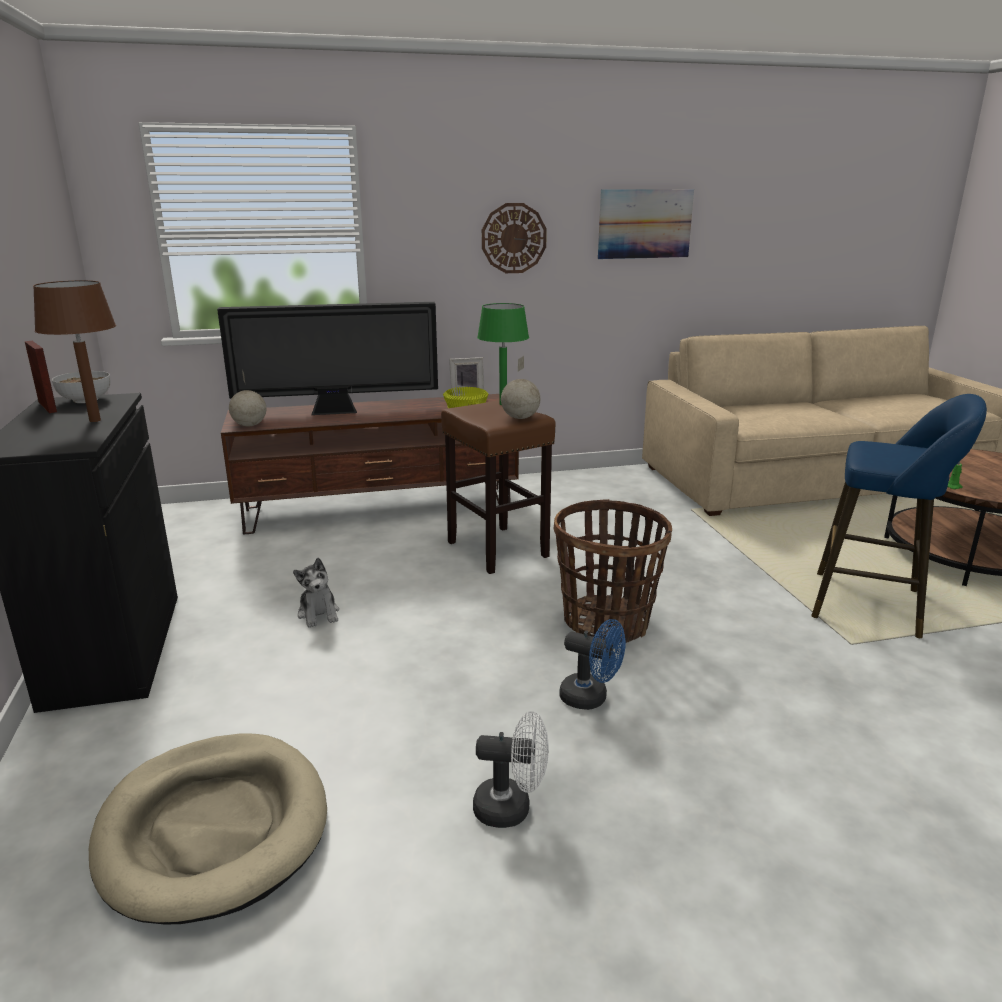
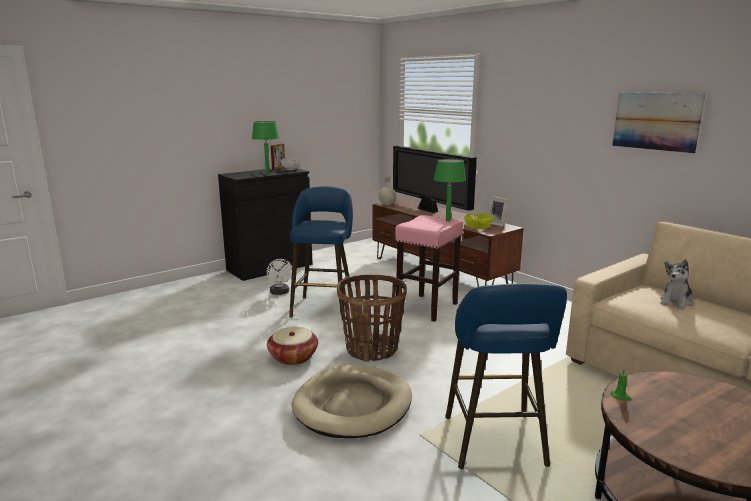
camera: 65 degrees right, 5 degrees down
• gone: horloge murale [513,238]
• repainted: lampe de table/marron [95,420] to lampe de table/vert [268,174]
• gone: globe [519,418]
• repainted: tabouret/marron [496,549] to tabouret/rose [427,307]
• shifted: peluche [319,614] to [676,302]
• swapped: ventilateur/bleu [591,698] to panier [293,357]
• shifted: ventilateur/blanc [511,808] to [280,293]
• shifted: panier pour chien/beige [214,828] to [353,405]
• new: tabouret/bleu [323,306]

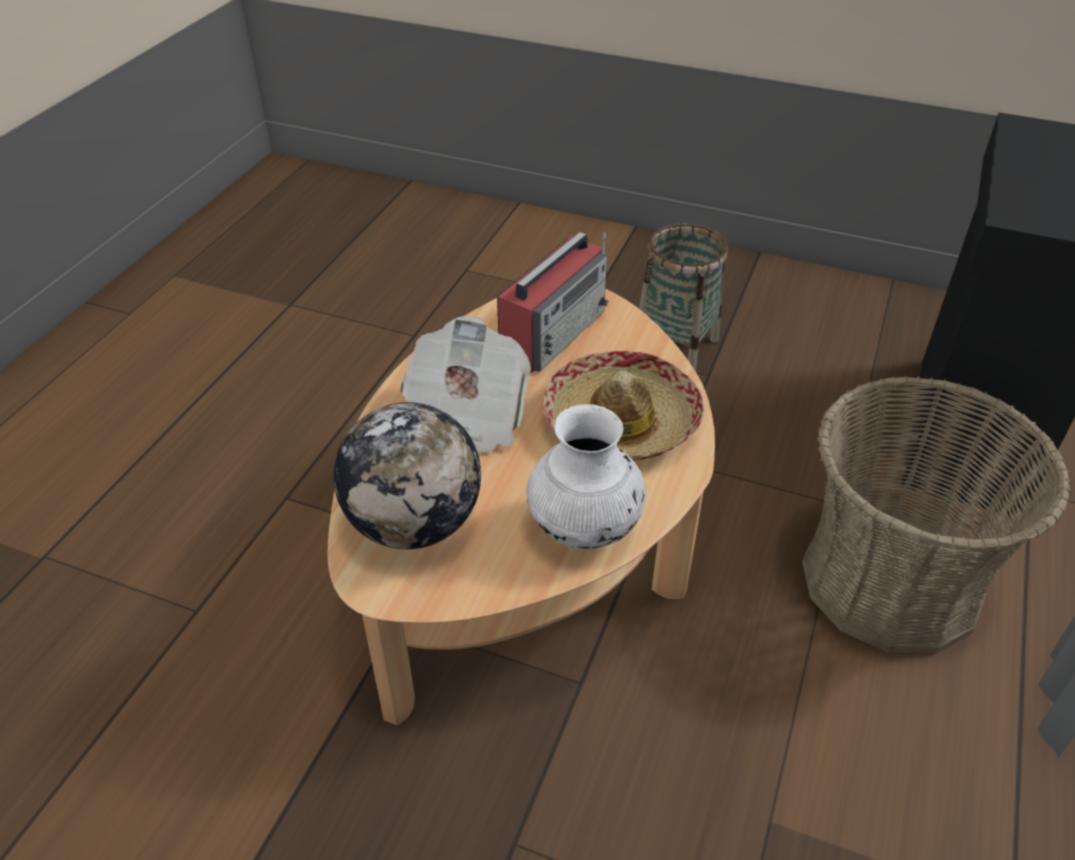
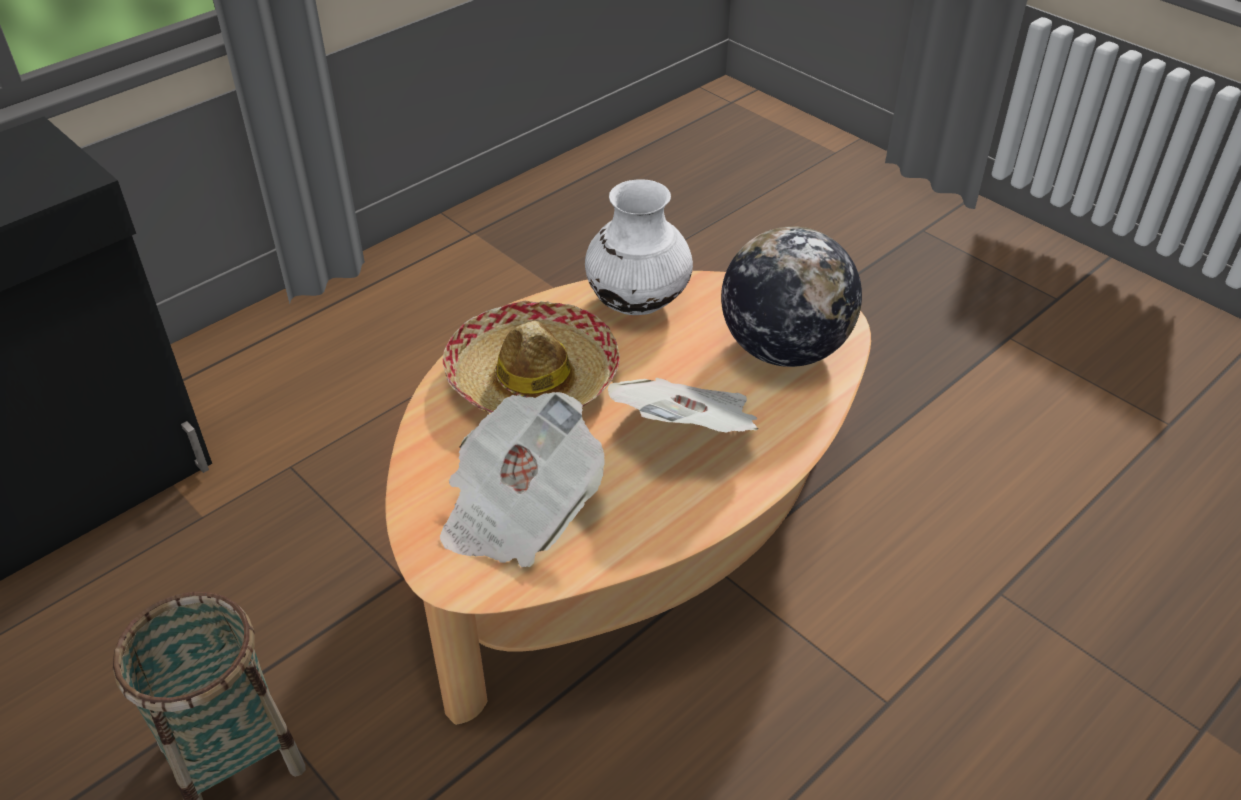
camera: 155 degrees left, 0 degrees up
• swapped: radio [554,333] to journal [519,510]
• gone: panier [891,581]

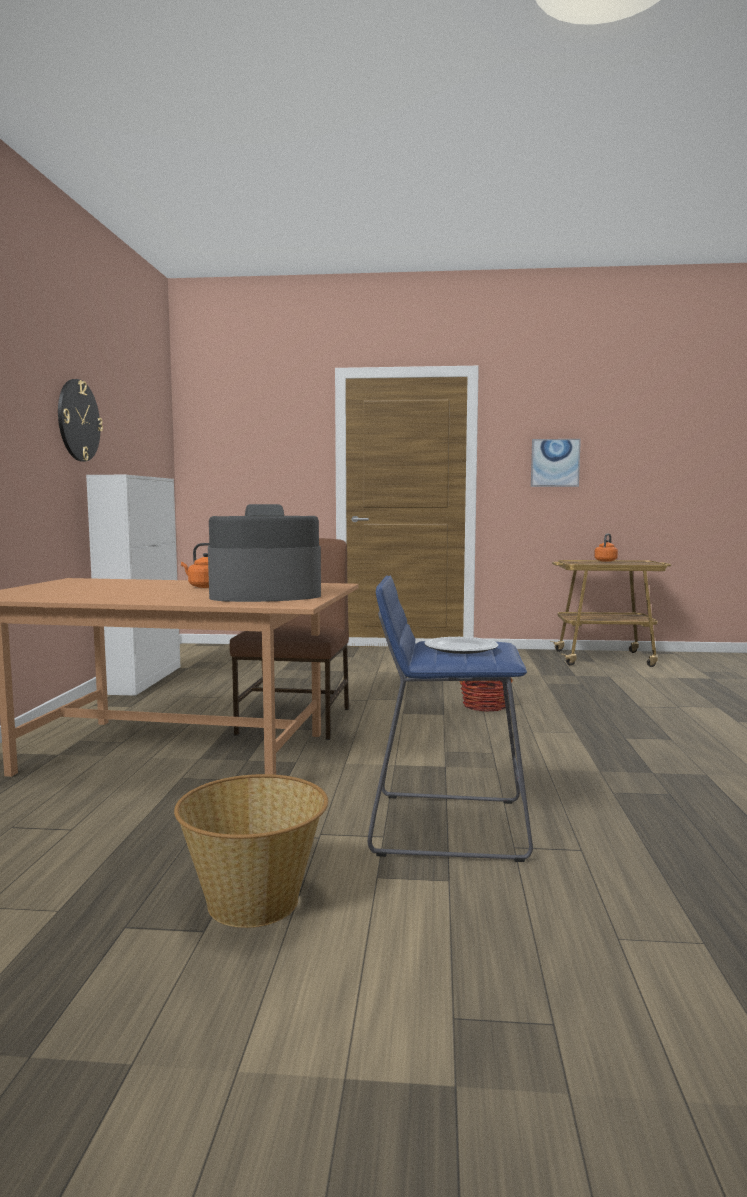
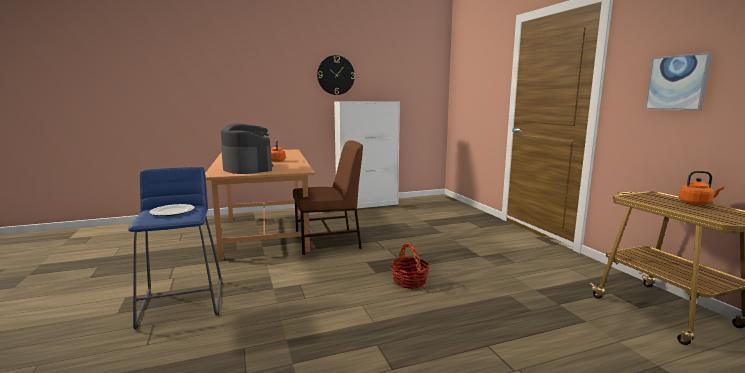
camera: 65 degrees right, 5 degrees up
• gone: panier [254,902]

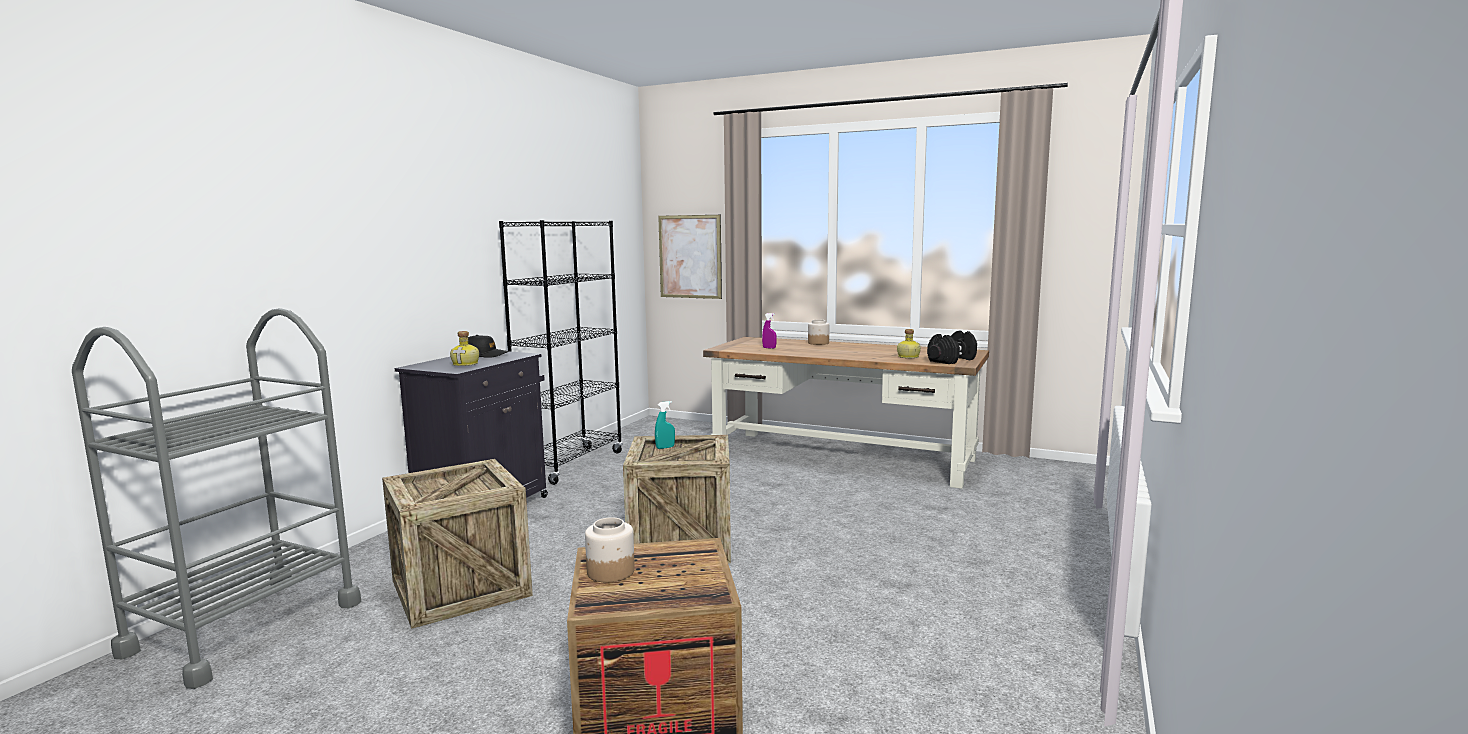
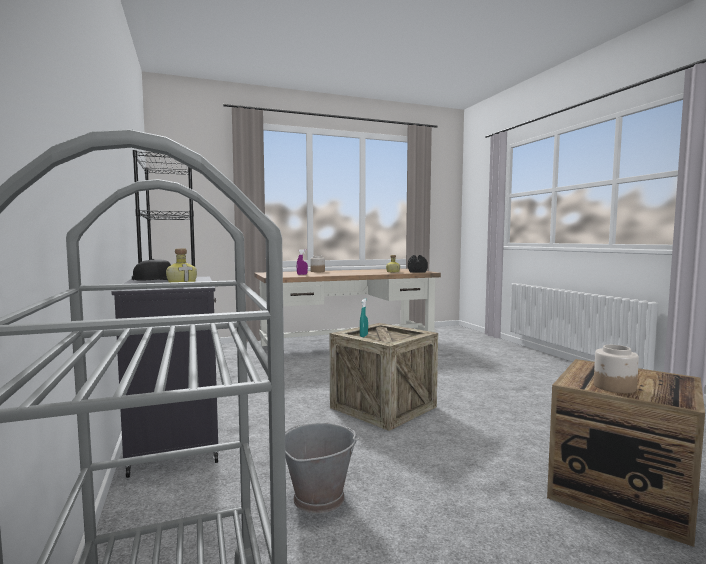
camera: 45 degrees left, 5 degrees down
• gone: tableau [690,256]
• swapped: caisse [461,588] to seau/gris [318,498]

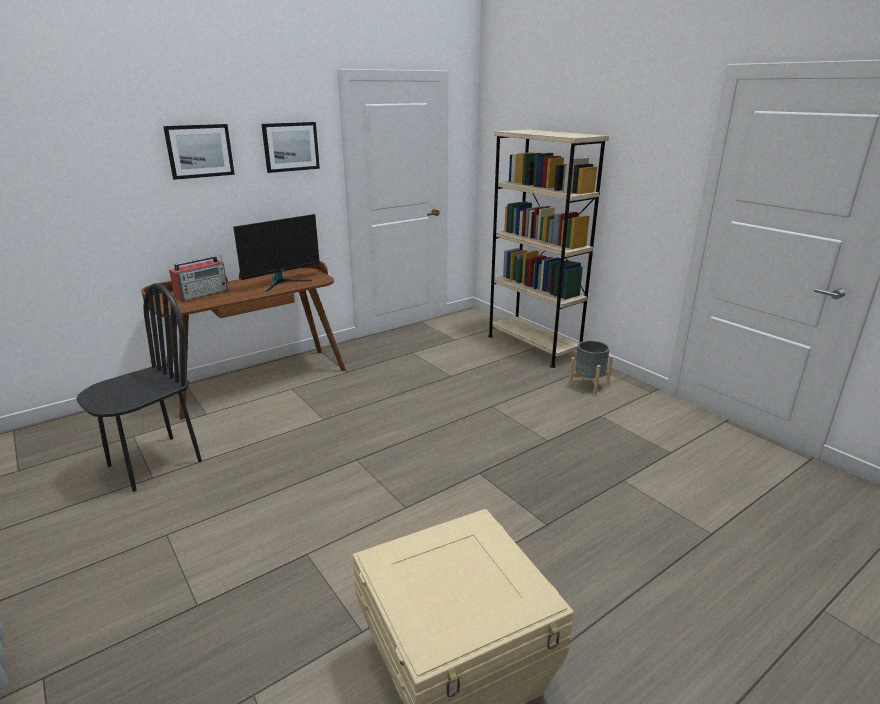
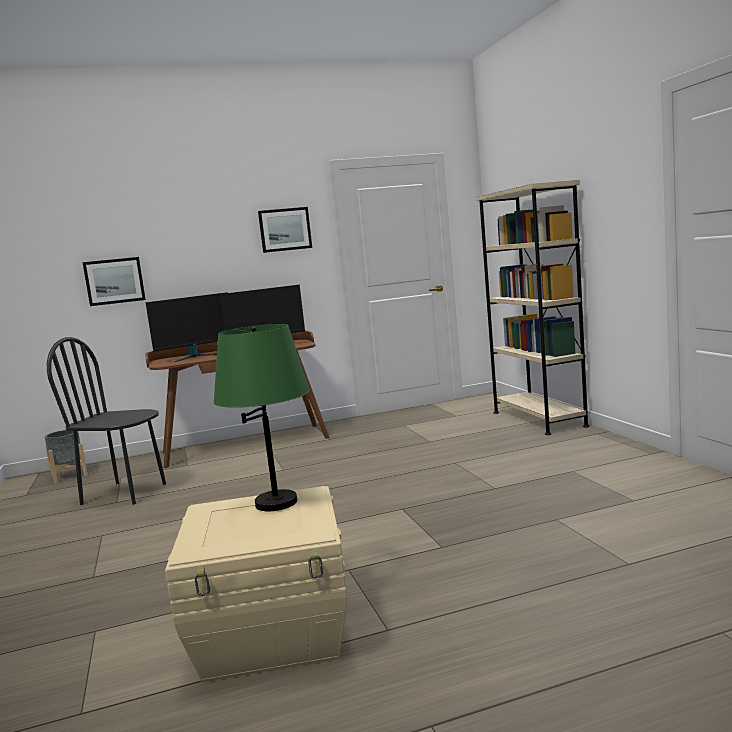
camera: 20 degrees right, 15 degrees down
• shifted: tableau [199,151] to [114,281]
• swapped: radio [203,293] to écran d'ordinateur [196,356]
• rotated: chaise/noir [155,463] = [124,493] 135 degrees counterclockwise
• shifted: cache-pot/gris [588,386] to [69,476]
• new: lampe de table/vert [276,503]

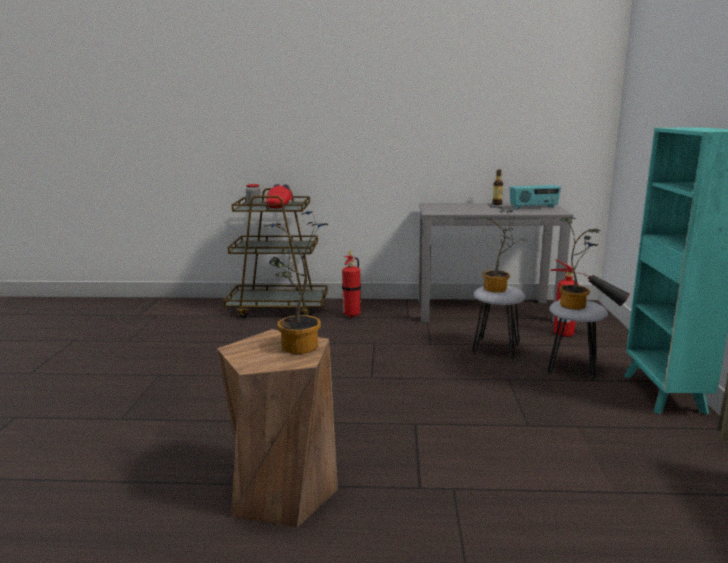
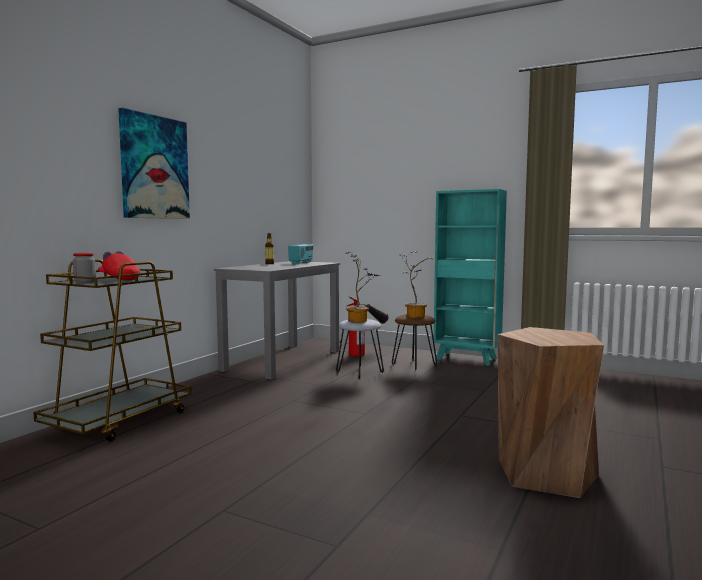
camera: 65 degrees left, 10 degrees down
• gone: plante en pot [297,349]
• gone: extincteur [353,315]
• repainted: tabouret/gris [572,368] to tabouret/marron [414,365]
• new: tableau [154,167]

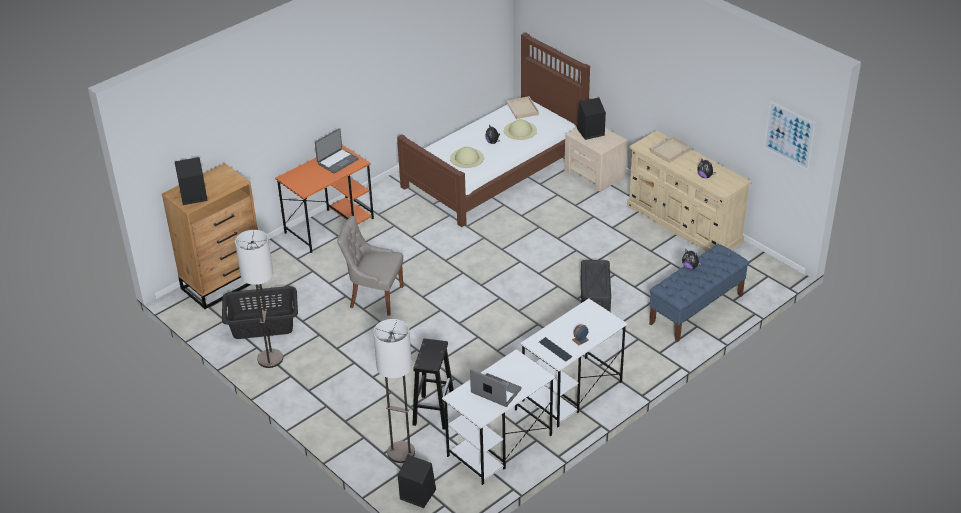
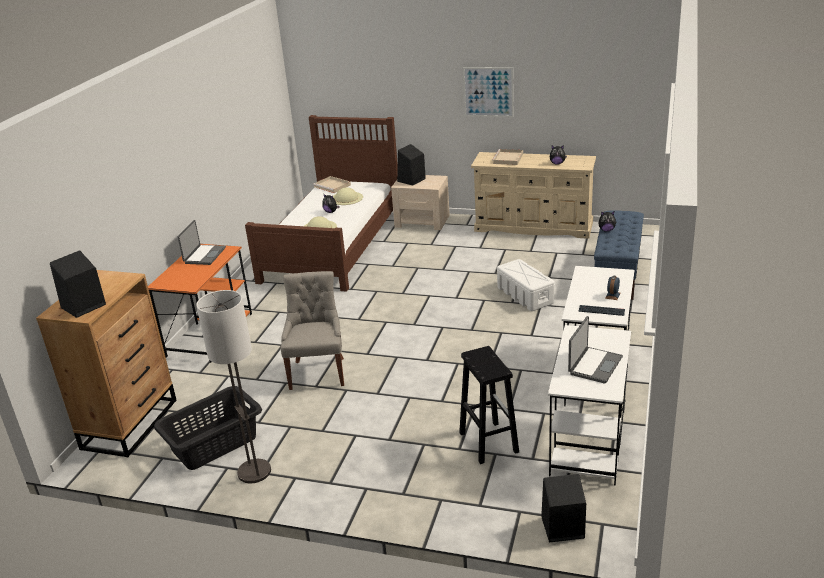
camera: 30 degrees left, 10 degrees down
• shifted: tableau [789,135] to [488,92]
• rotated: chaise/gris [374,297] = [318,372] 105 degrees clockwise
• repainted: boîte de rangement/noir [595,296] to boîte de rangement/blanc [525,295]
• gone: lampadaire [401,452]
• rotated: ordinateur portable [495,392] = [594,365] 120 degrees clockwise

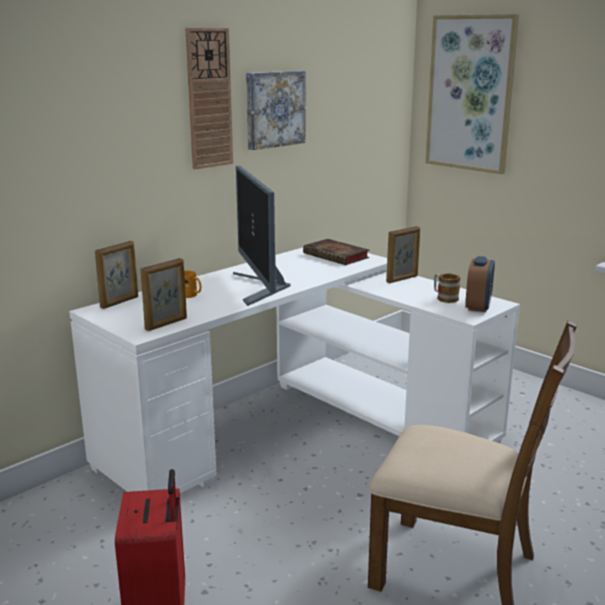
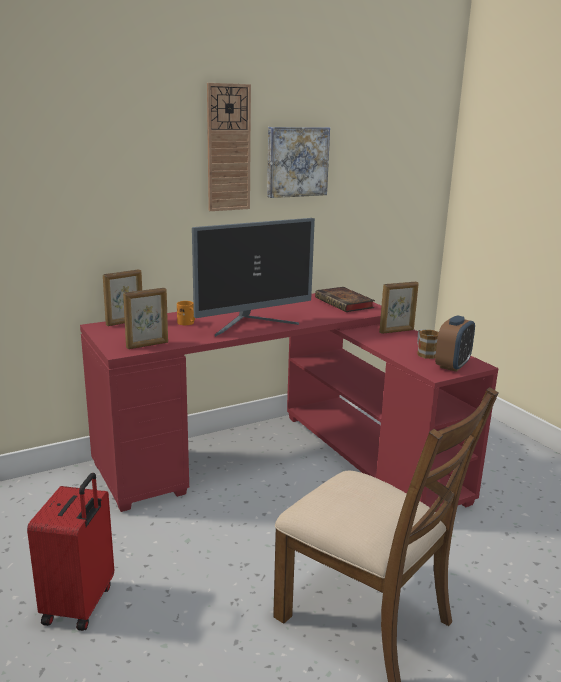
camera: 15 degrees right, 0 degrees up
• gone: tableau [470,94]
• rotated: écran d'ordinateur [260,288] = [252,324] 120 degrees counterclockwise
• repainted: bureau/blanc [298,429] to bureau/rouge [285,459]

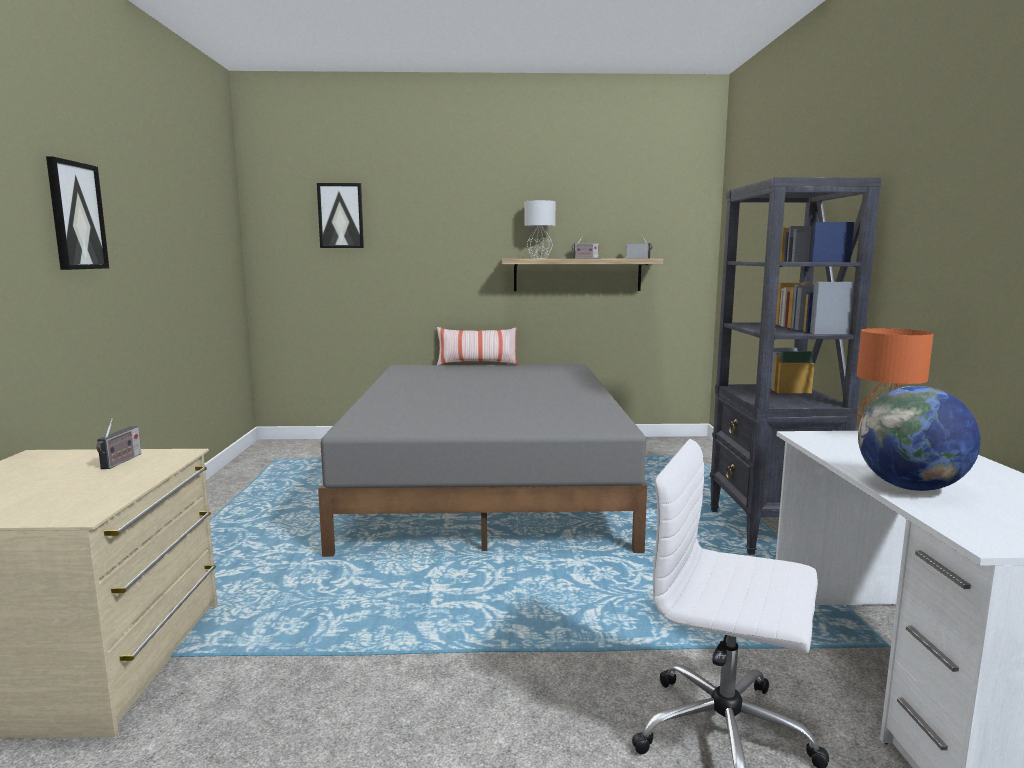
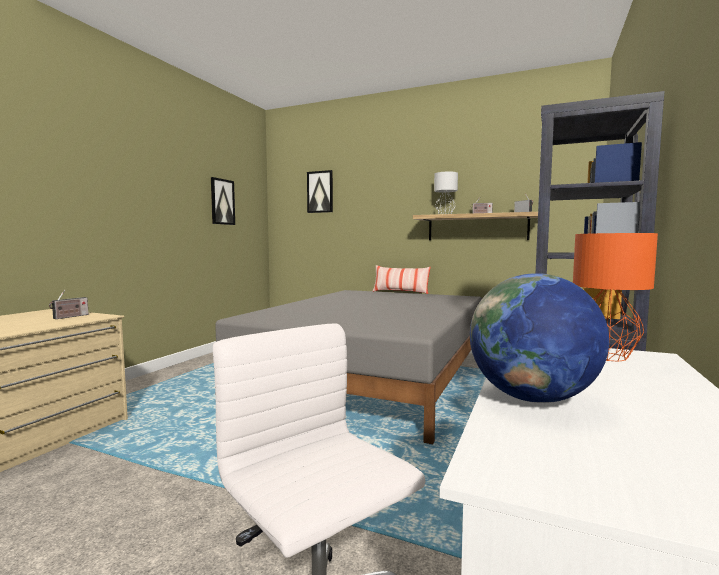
camera: 25 degrees right, 5 degrees down
• shifted: tableau [76,216] to [222,202]

